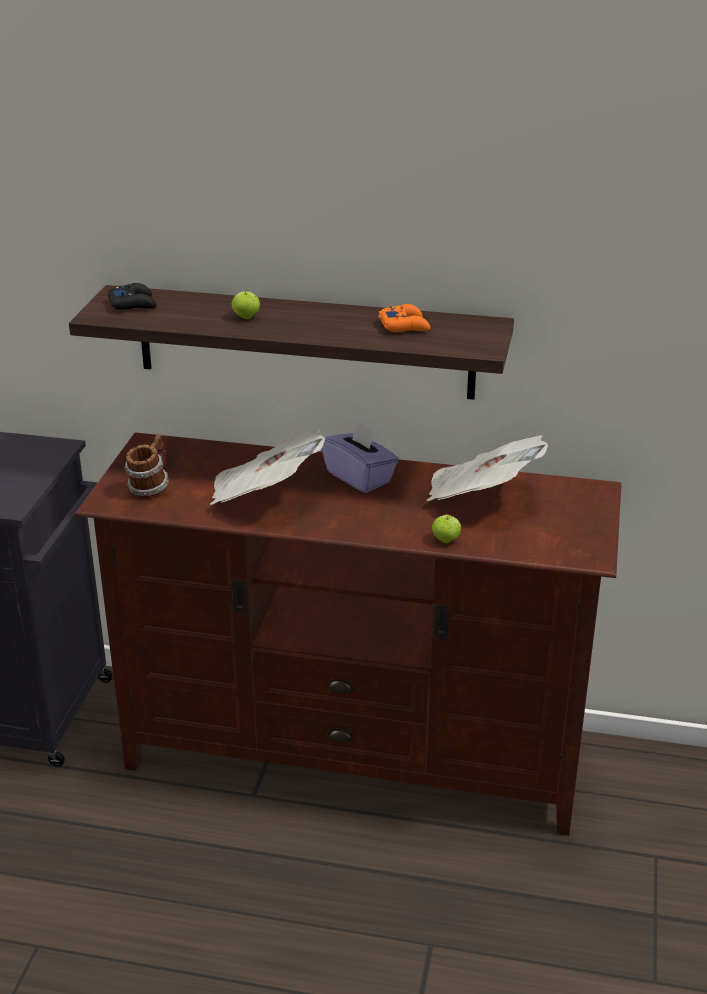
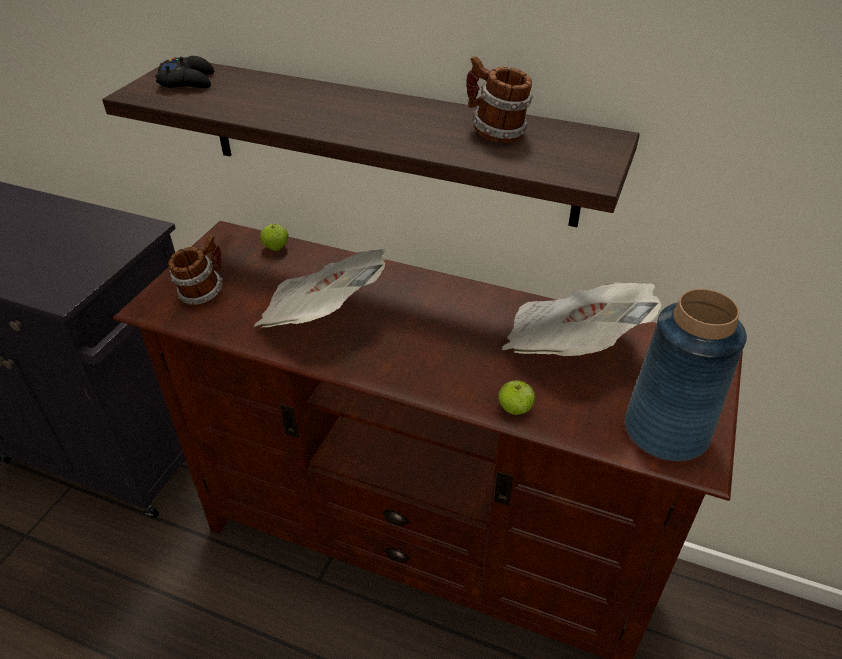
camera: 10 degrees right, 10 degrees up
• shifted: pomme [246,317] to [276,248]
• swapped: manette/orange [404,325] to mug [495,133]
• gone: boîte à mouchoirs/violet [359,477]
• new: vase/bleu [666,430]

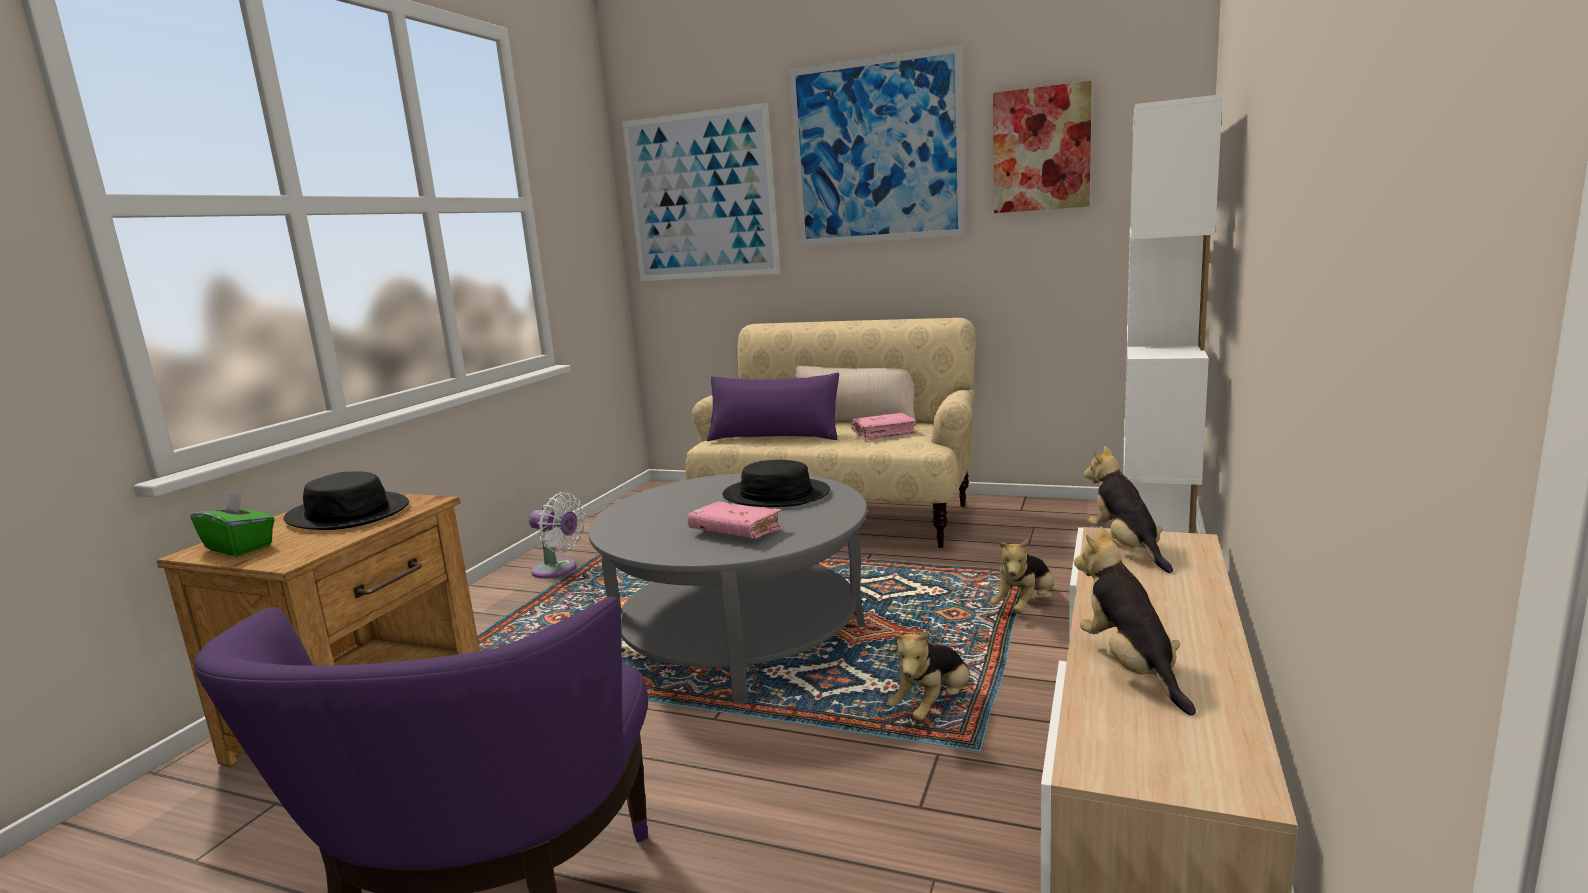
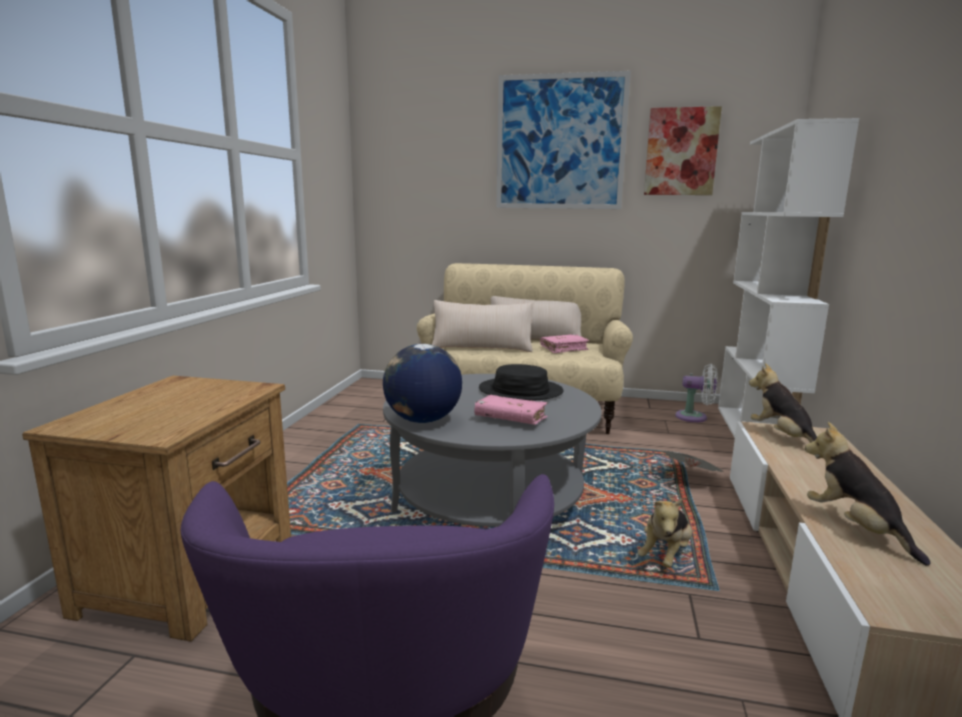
camera: 10 degrees left, 0 degrees up
• gone: tableau [701,196]
• repainted: coussin/violet [774,436] to coussin/beige [482,347]
• gone: chapeau/noir [348,513]
• gone: boîte à mouchoirs/vert [240,547]
• shifted: ventilateur/blanc [558,570] to [695,417]
• swapped: peluche [1025,606] to journal [691,477]
• new: globe [422,420]

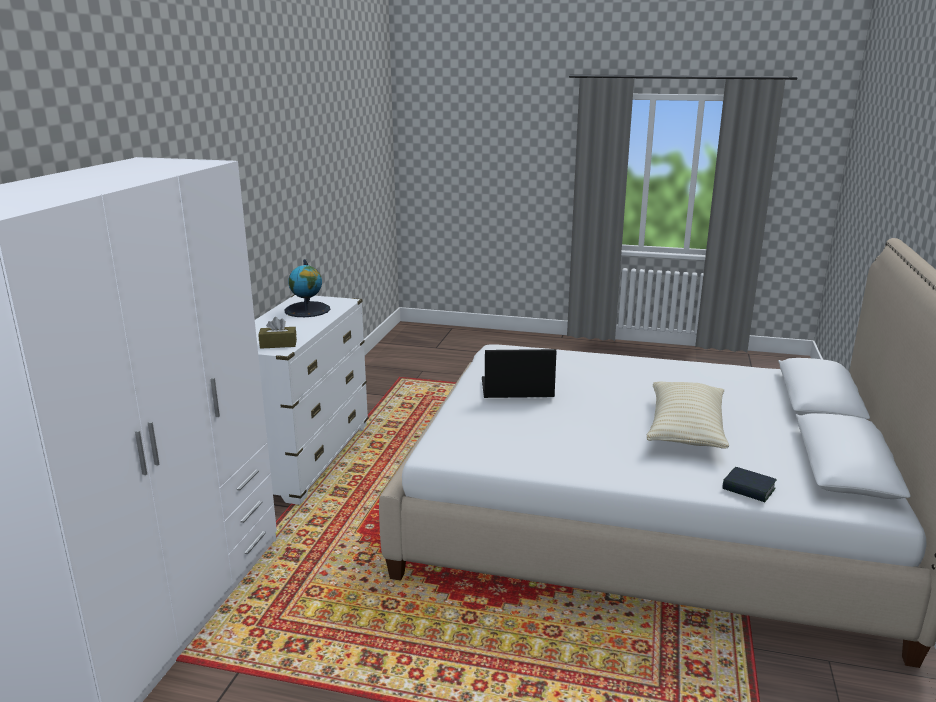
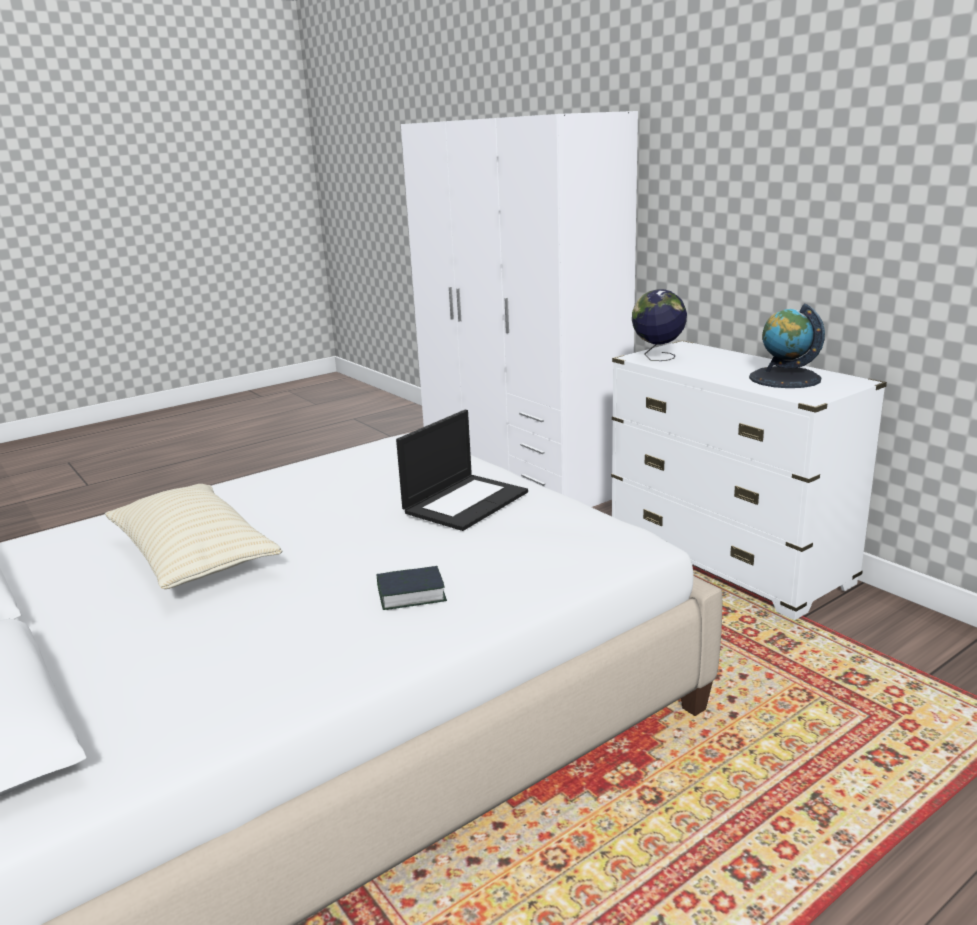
camera: 130 degrees right, 0 degrees up
• swapped: boîte à mouchoirs/marron [278,344] to globe [657,358]
• shifted: livre [748,489] to [411,594]

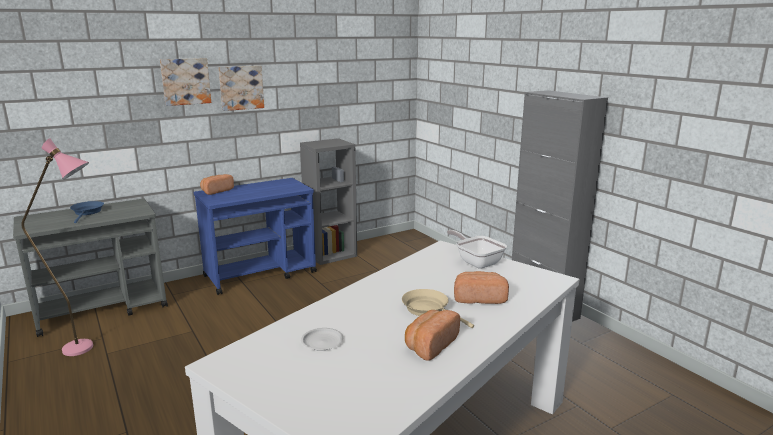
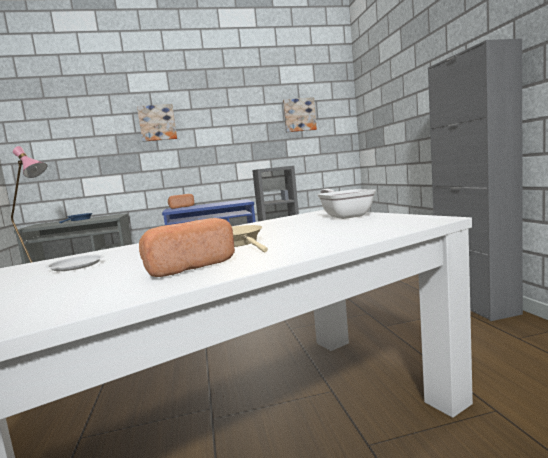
camera: 20 degrees right, 10 degrees down
• shifted: tableau [241,87] to [299,115]
• gone: pain [479,298]

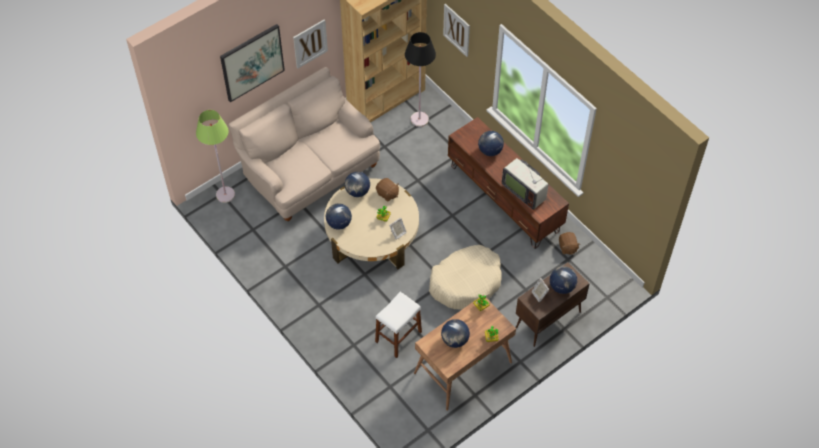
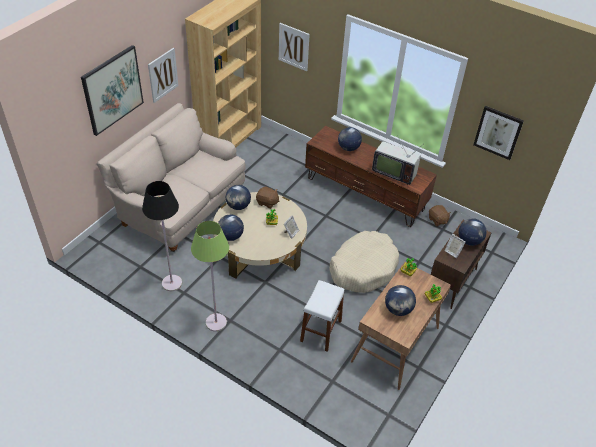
camera: 20 degrees left, 10 degrees down
• shifted: lampadaire/noir [419,119] to [172,283]
• shifted: lampadaire/vert [225,194] to [216,322]
• new: tableau [498,132]

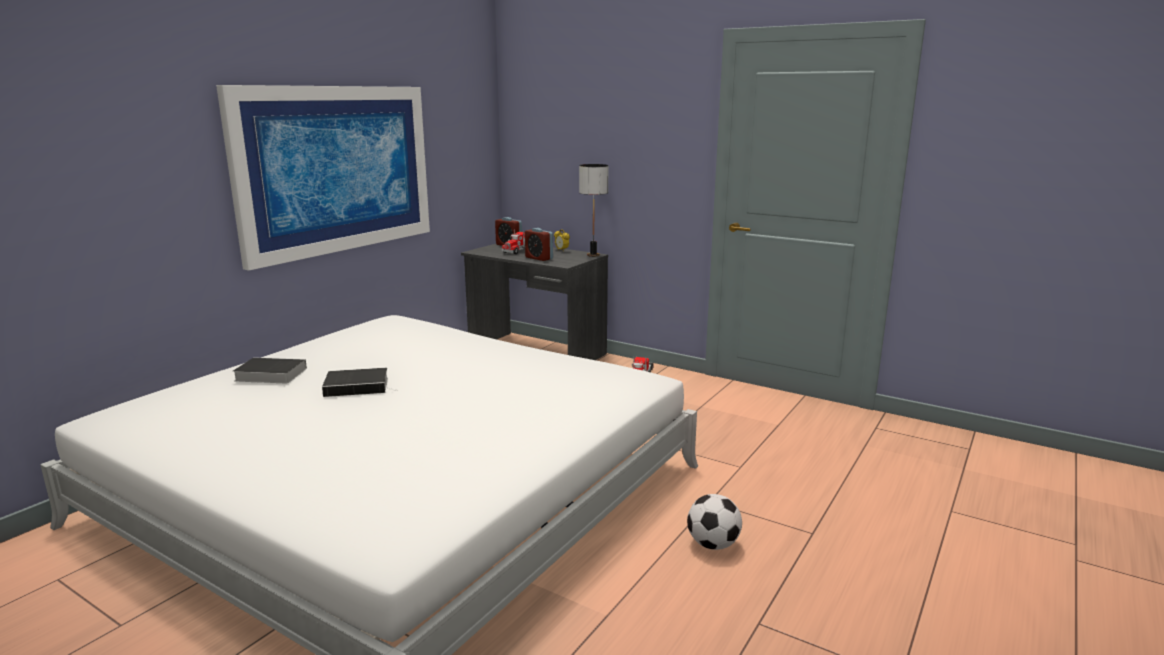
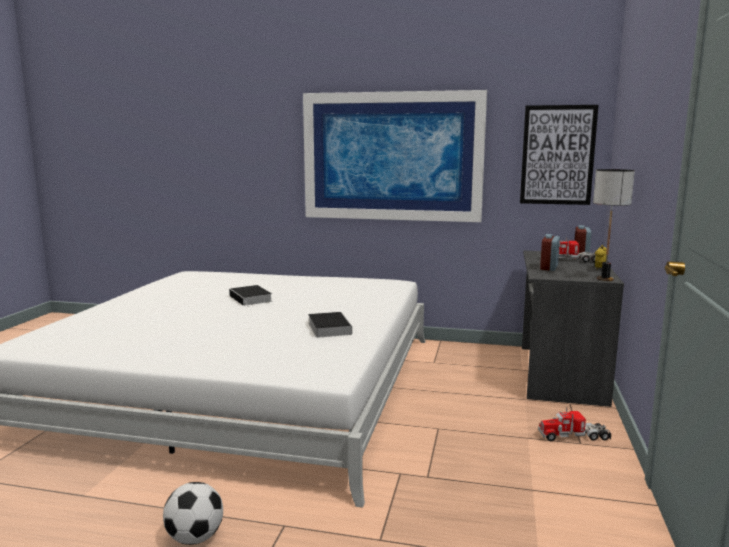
camera: 70 degrees right, 5 degrees down
• shifted: livre [268,375] to [328,328]
• new: tableau [557,155]

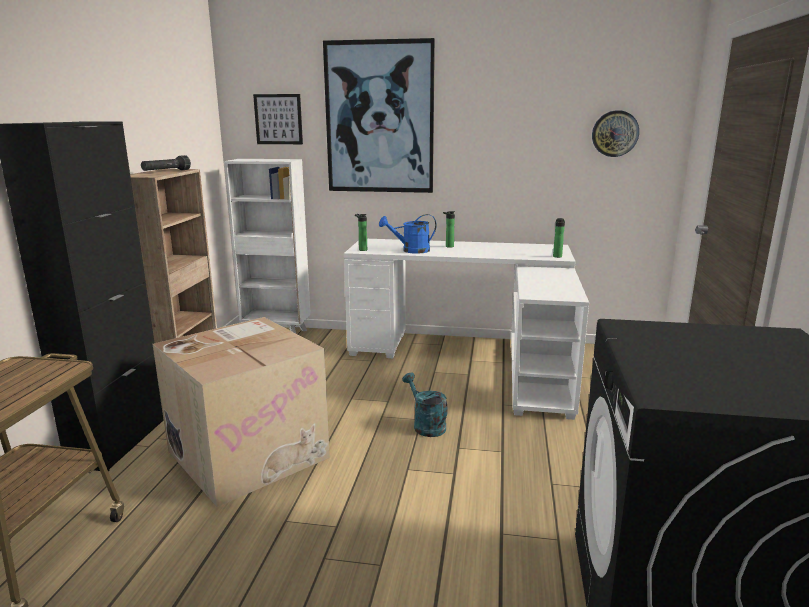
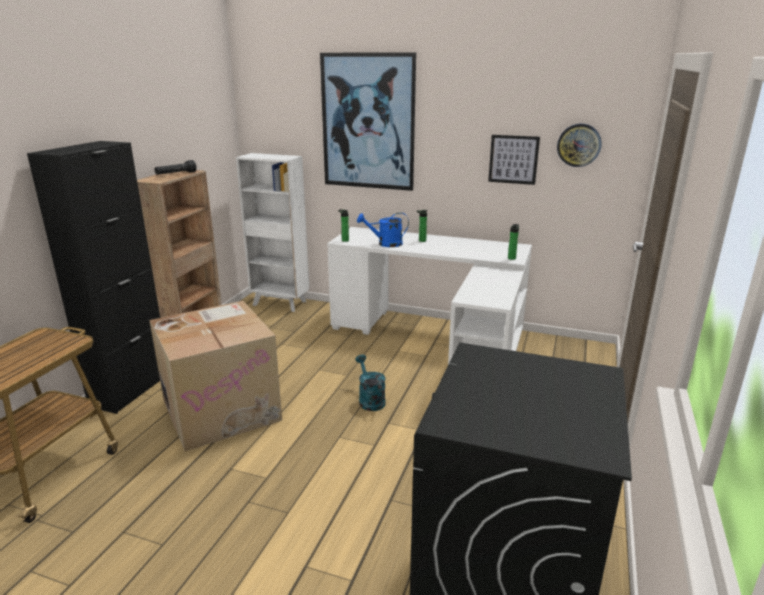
camera: 10 degrees right, 5 degrees up
• shifted: tableau [278,119] to [513,159]

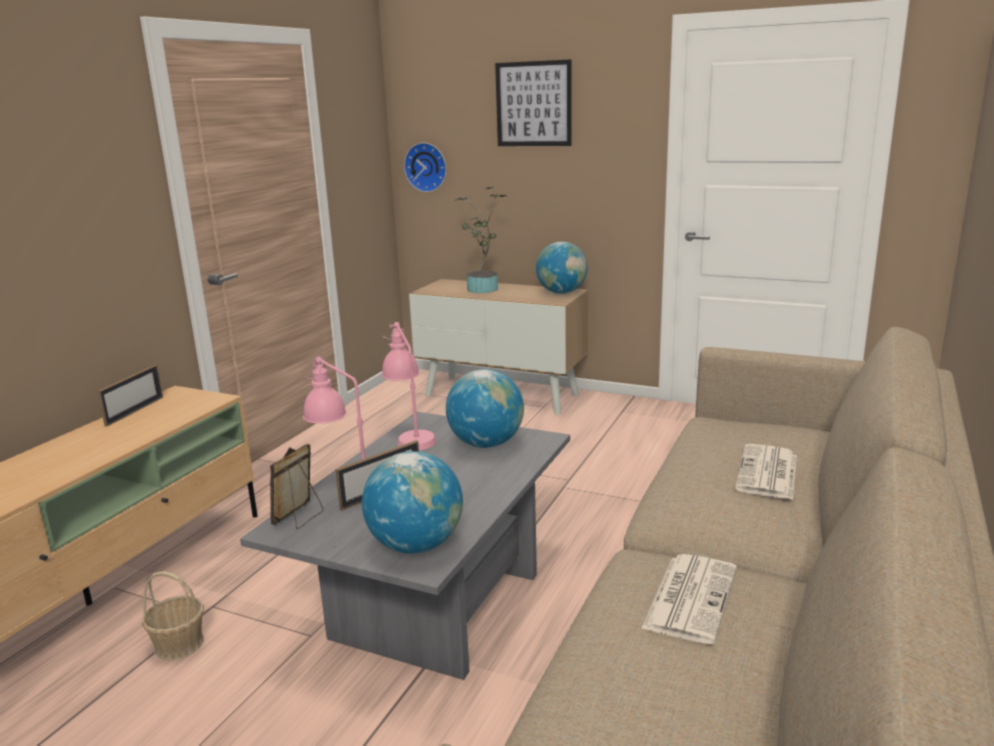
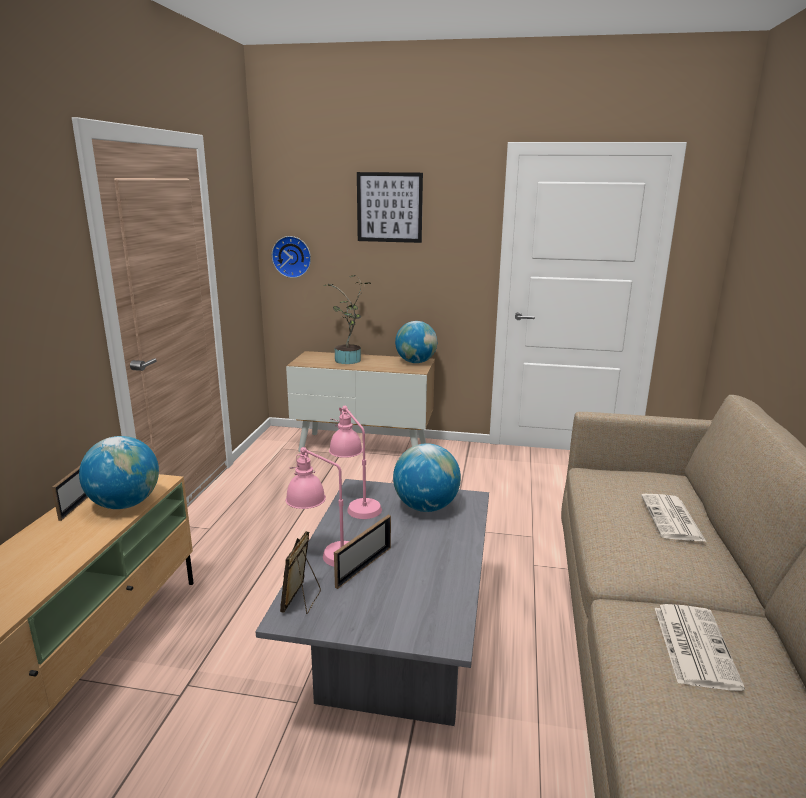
camera: 15 degrees left, 0 degrees up
• shifted: globe [415,545] to [125,504]
• gone: panier [179,644]

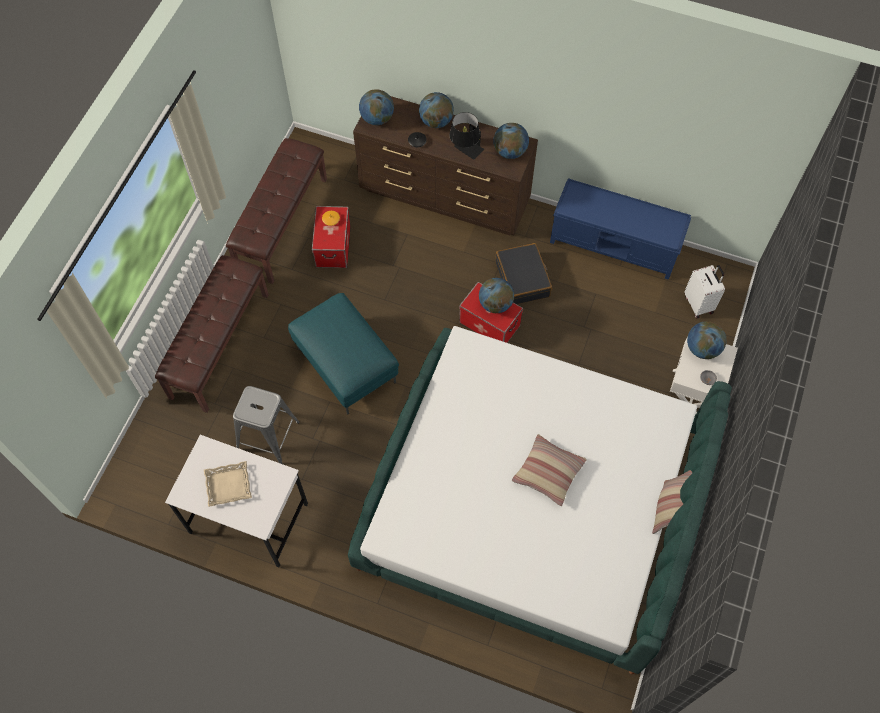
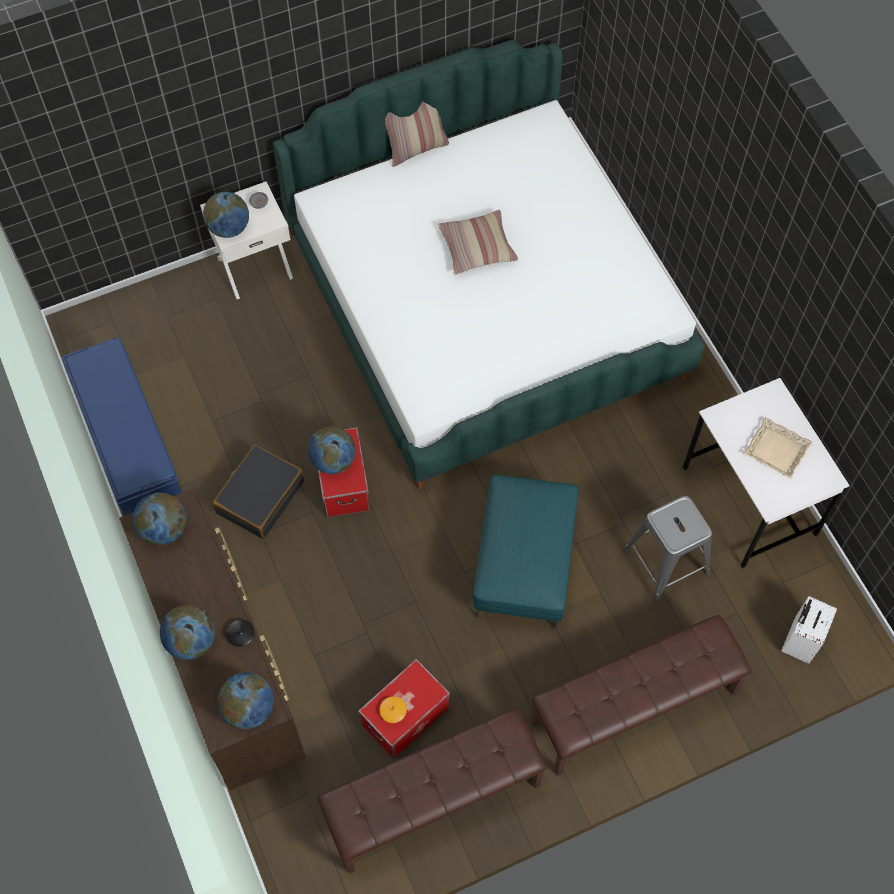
camera: 135 degrees left, 0 degrees up
• gone: lampe de table/noir [465,151]
• shifted: valise/blanc [699,304] to [799,641]

